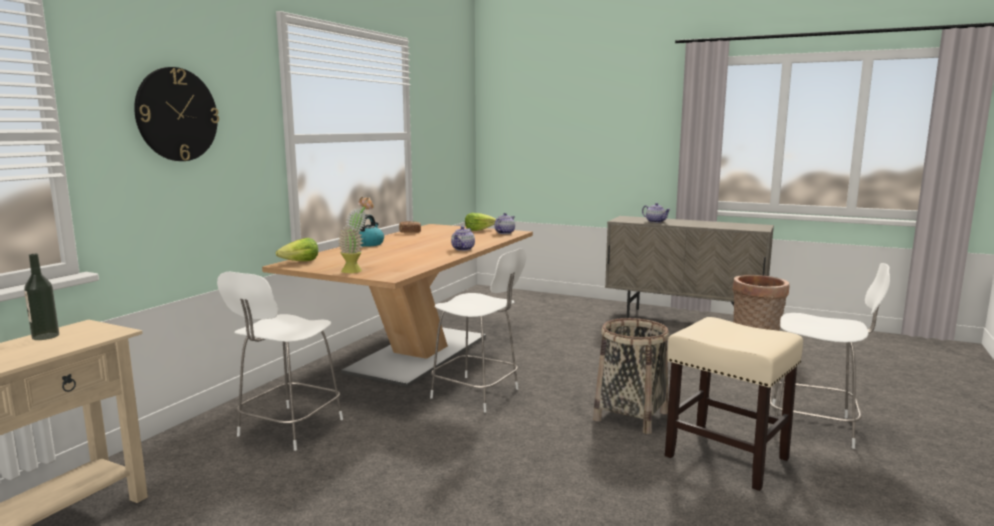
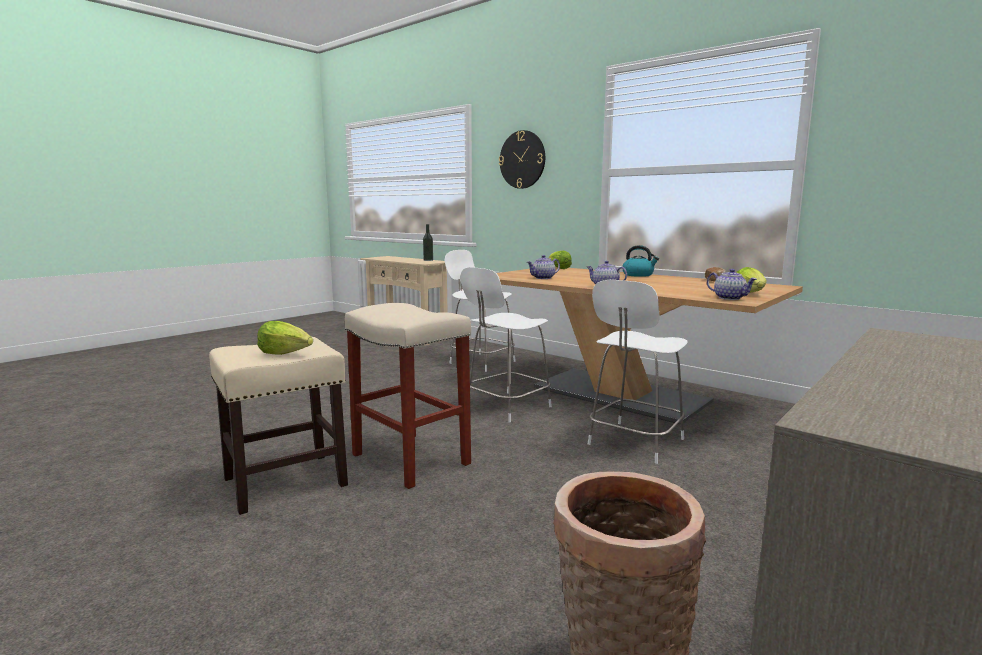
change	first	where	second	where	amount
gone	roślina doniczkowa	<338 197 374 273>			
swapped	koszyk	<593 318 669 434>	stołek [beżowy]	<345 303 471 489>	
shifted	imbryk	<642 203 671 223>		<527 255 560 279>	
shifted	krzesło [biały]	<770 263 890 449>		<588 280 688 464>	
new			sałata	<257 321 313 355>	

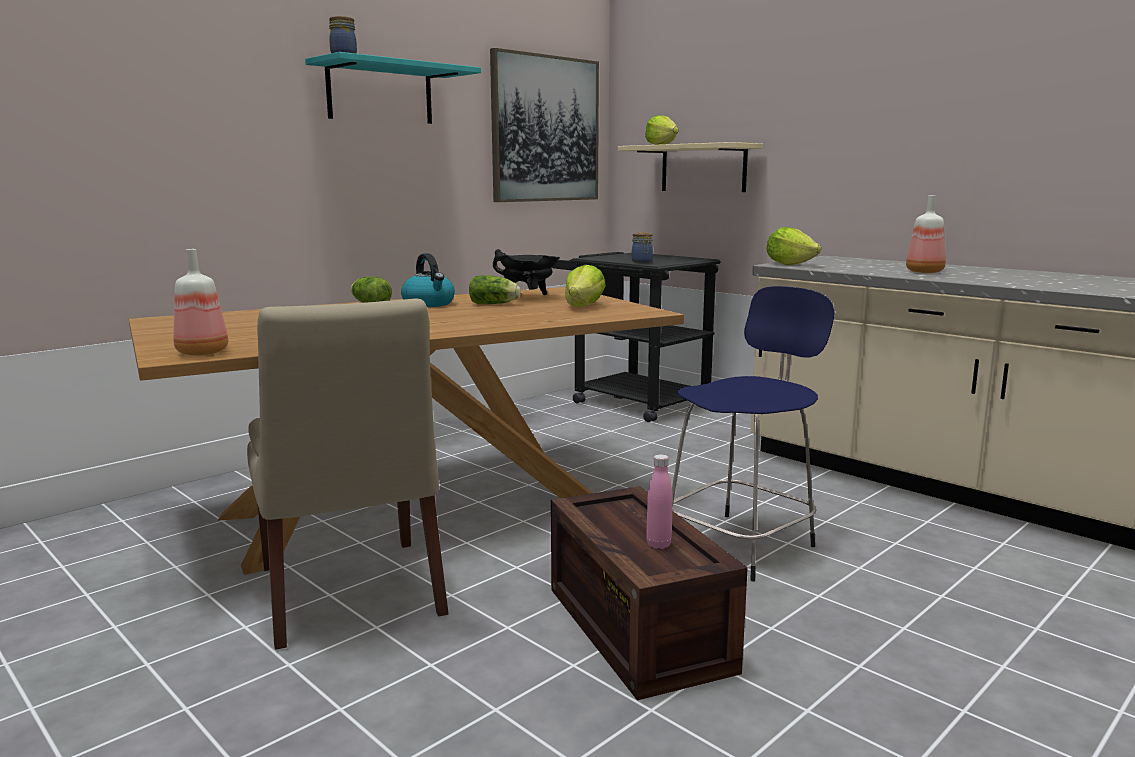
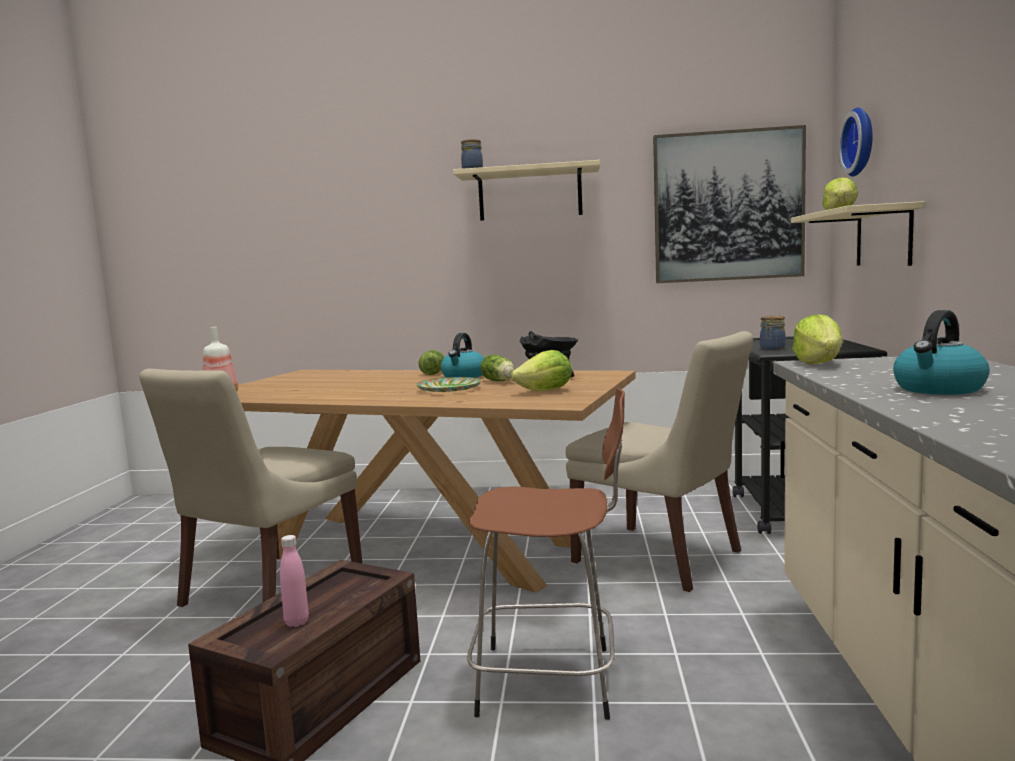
change	first	where	second	where	amount
repainted	półka [turkusowy]	<305 52 481 124>	półka [beżowy]	<453 160 600 221>	
repainted	stołek [niebieski]	<672 286 834 582>	stołek [brązowy]	<467 389 625 720>	
swapped	butelka	<906 195 946 273>	czajnik	<893 310 990 395>	
new			talerz	<416 377 481 392>	
new			krzesło [beżowy]	<566 331 753 592>	
new			zegar ścienny	<838 107 873 177>	

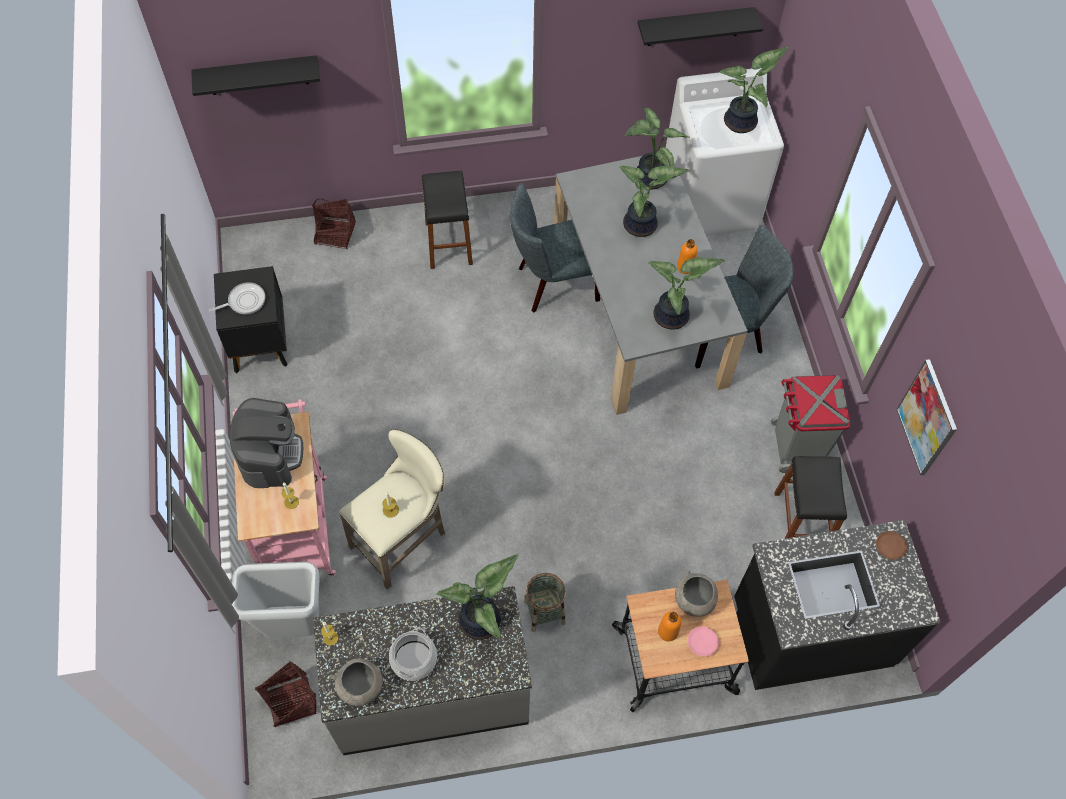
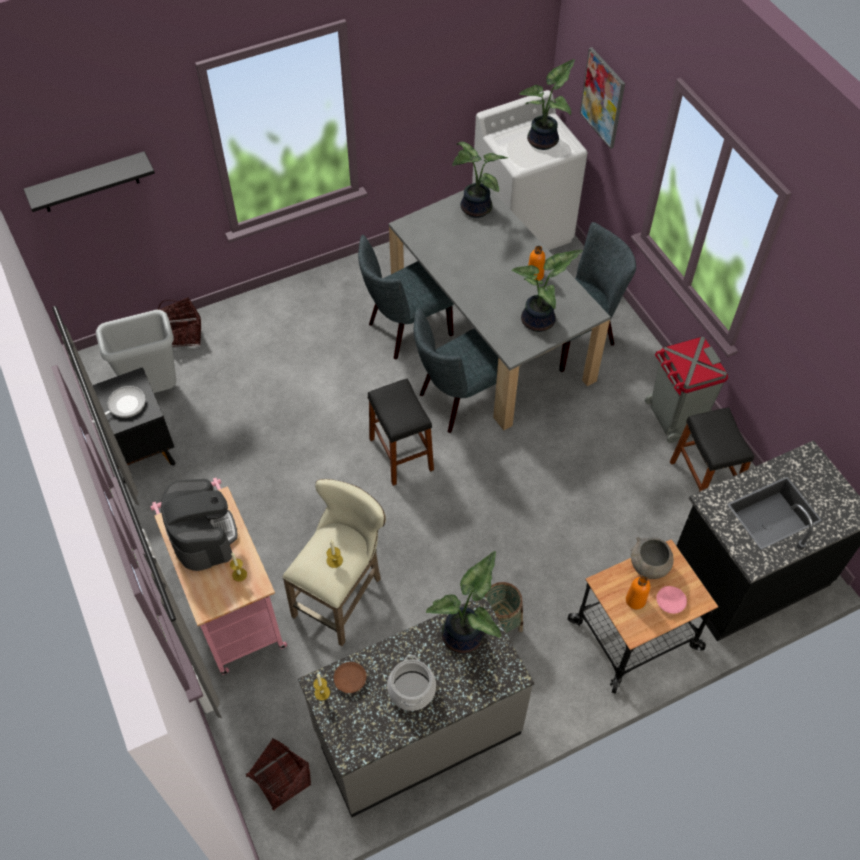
change	first	where	second	where	amount
shifted	kosz na śmieci [szary]	<232 562 320 638>		<96 310 176 393>	
gone	miska [szary]	<331 658 383 706>			
shifted	stołek [czarny]	<422 171 473 269>		<368 378 434 486>	
gone	roślina doniczkowa	<619 166 690 237>			
gone	półka [czarny]	<638 7 763 46>			
shifted	talerz [brązowy]	<876 531 907 560>		<334 662 366 693>	
shifted	obraz	<897 359 957 475>		<580 47 625 149>	
new			krzesło [szary]	<414 307 499 433>	

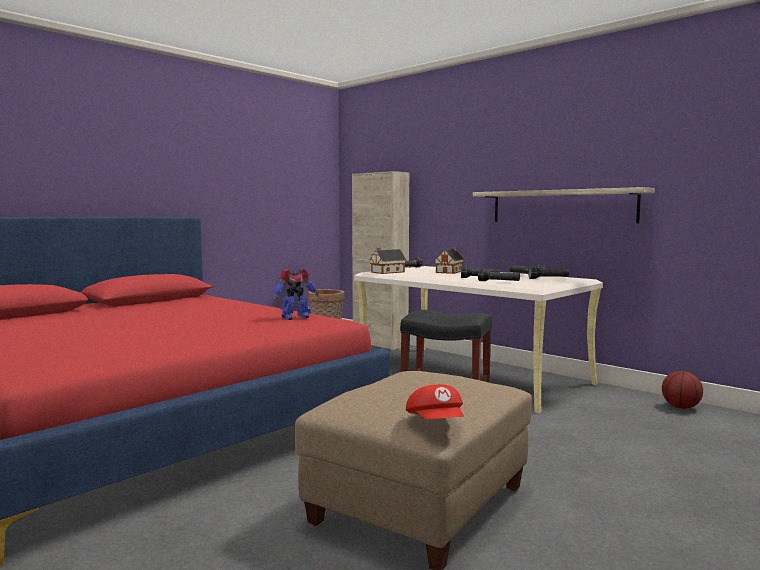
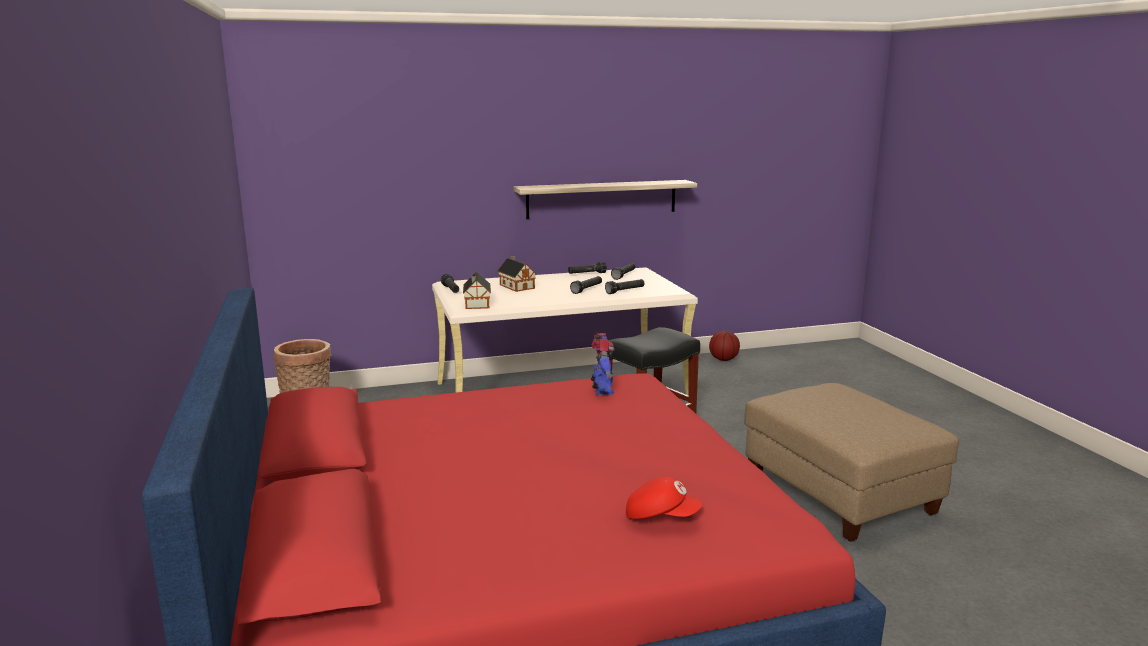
change	first	where	second	where	amount
gone	szafka [beżowy]	<352 171 409 350>			
shifted	czapka z daszkiem [czerwony]	<406 384 464 419>		<626 477 702 519>	

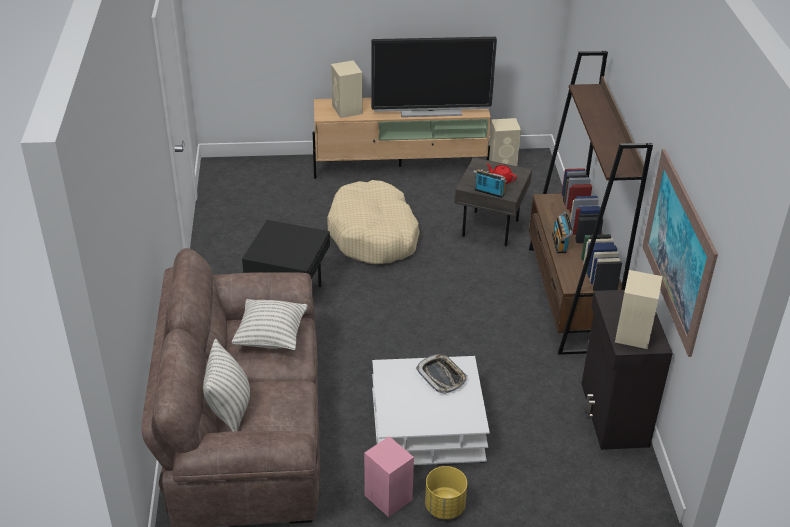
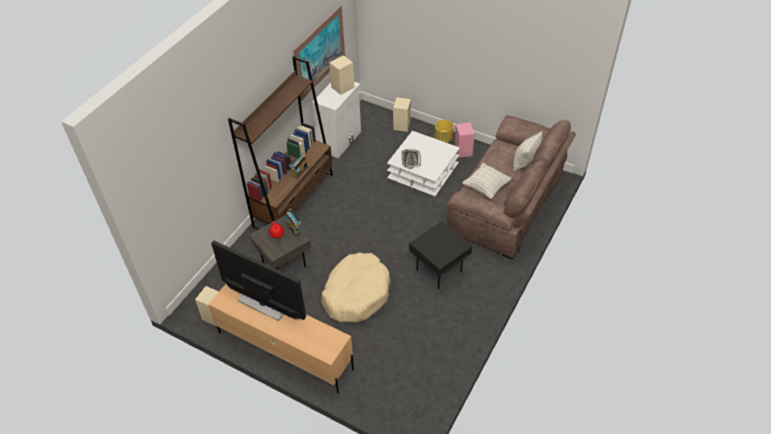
change	first	where	second	where	amount
shifted	głośnik [beżowy]	<331 60 363 118>		<393 97 411 132>	
repainted	szafka [czarny]	<581 290 673 450>	szafka [biały]	<312 81 361 158>	

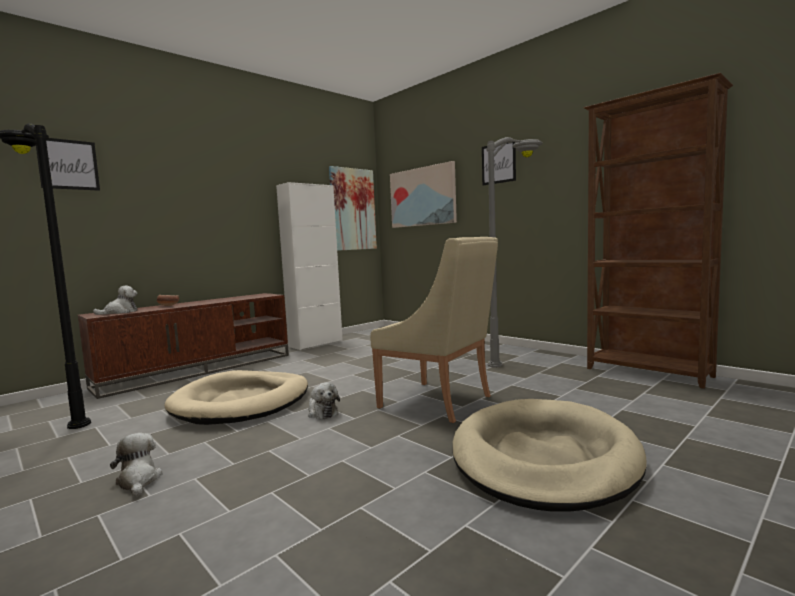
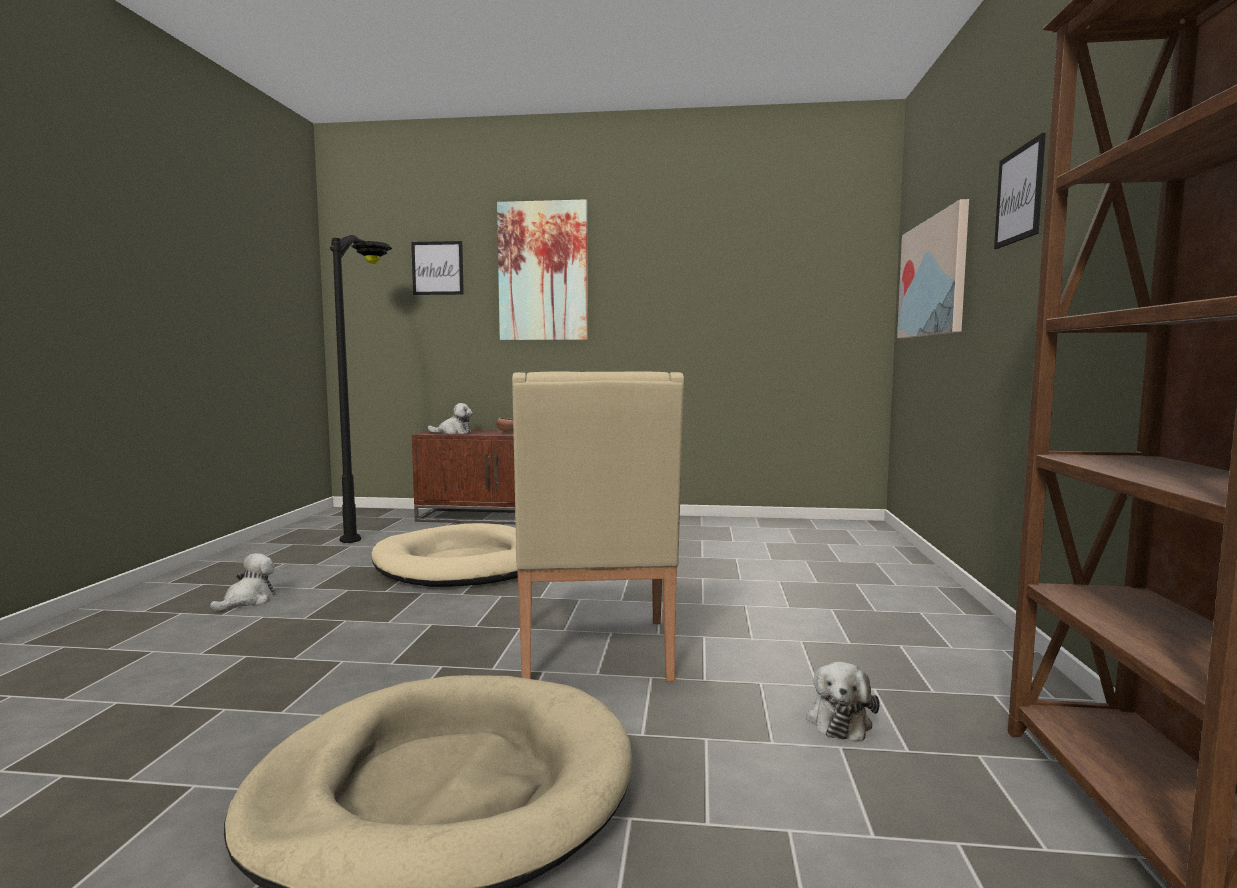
change	first	where	second	where	amount
gone	szafka [biały]	<276 182 343 350>			
shifted	pluszak	<308 382 340 419>		<806 662 880 741>	
shifted	obraz	<329 166 377 251>		<497 199 588 340>	
gone	lampa stojąca [szary]	<486 137 543 368>			

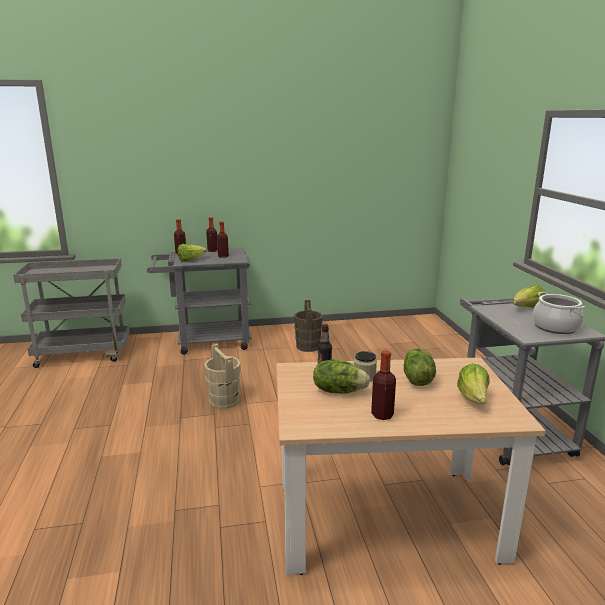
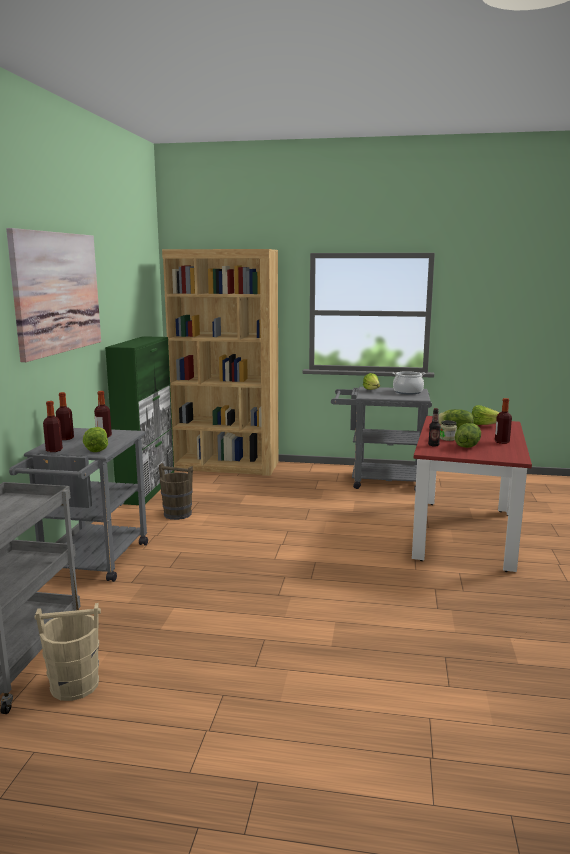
change	first	where	second	where	amount
shifted	wiadro [beżowy]	<204 344 241 409>		<35 603 101 701>	
repainted	stół jadalny [beżowy]	<277 357 546 575>	stół jadalny [czerwony]	<412 416 532 572>	
new			obraz	<6 228 101 362>	
new			szafka [zielony]	<105 336 174 505>	
new			regał [brązowy]	<162 249 278 476>	

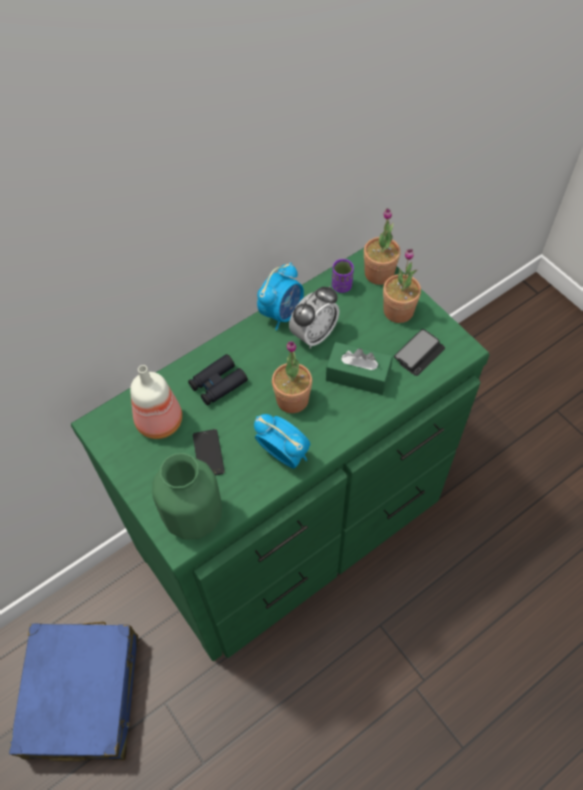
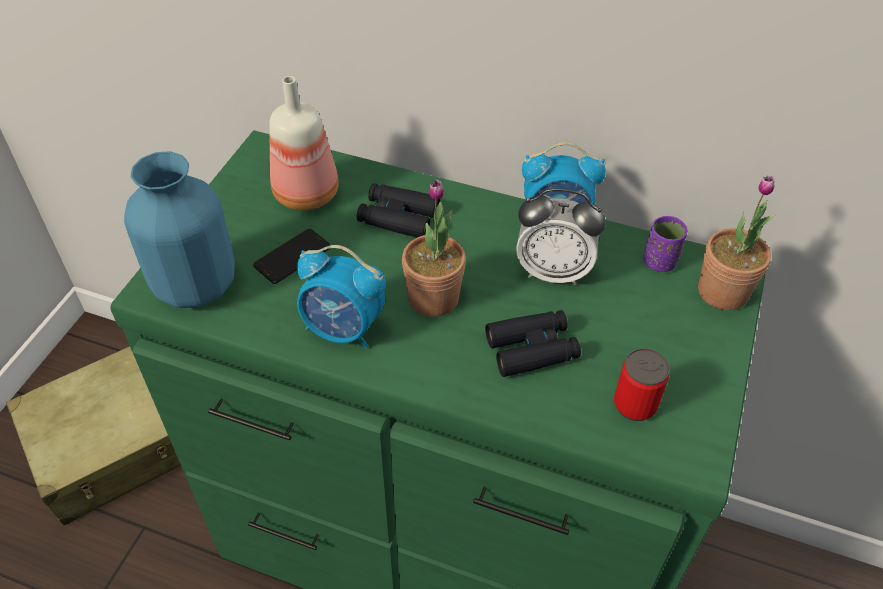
change	first	where	second	where	amount
repainted	walizka [niebieski]	<9 622 138 761>	walizka [beżowy]	<6 346 181 525>	
repainted	wazon [zielony]	<152 453 222 539>	wazon [niebieski]	<124 151 235 308>	
rotated	budzik	<254 414 311 469>		<297 245 386 349>	105 degrees clockwise
swapped	pudełko chusteczek [zielony]	<326 342 393 395>	lornetka [czarny]	<485 310 581 377>	
gone	roślina doniczkowa	<383 249 421 323>			
swapped	telefon	<394 329 445 376>	puszka	<614 348 670 421>	

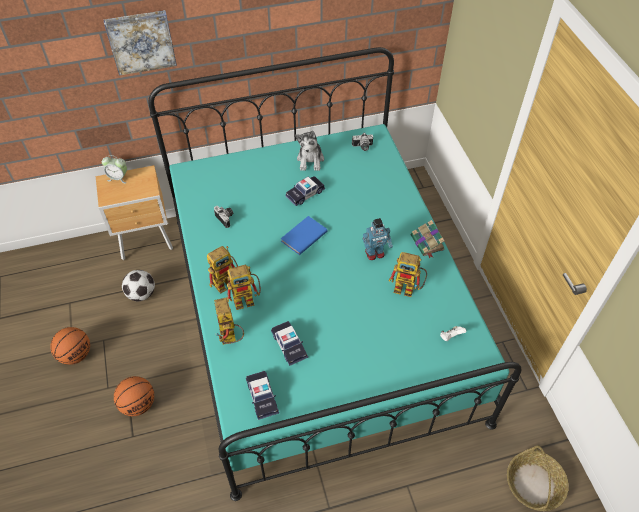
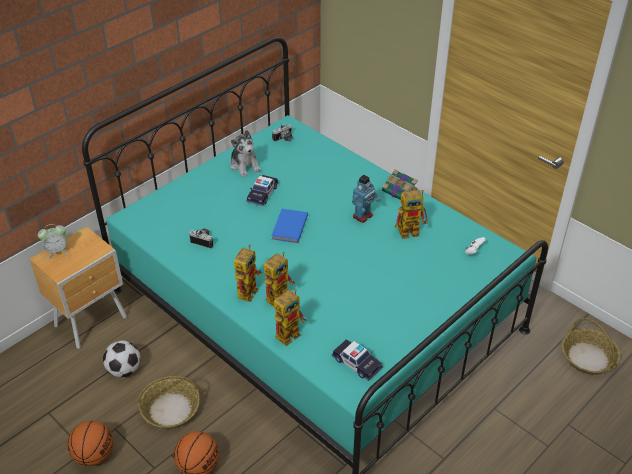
change	first	where	second	where	amount
gone	obraz	<104 10 177 76>			
rotated	robot zabawkowy	<214 297 244 345>		<274 288 307 346>	90 degrees counterclockwise
gone	samochodzik	<271 321 308 366>			
new			koszyk	<138 376 200 429>	

